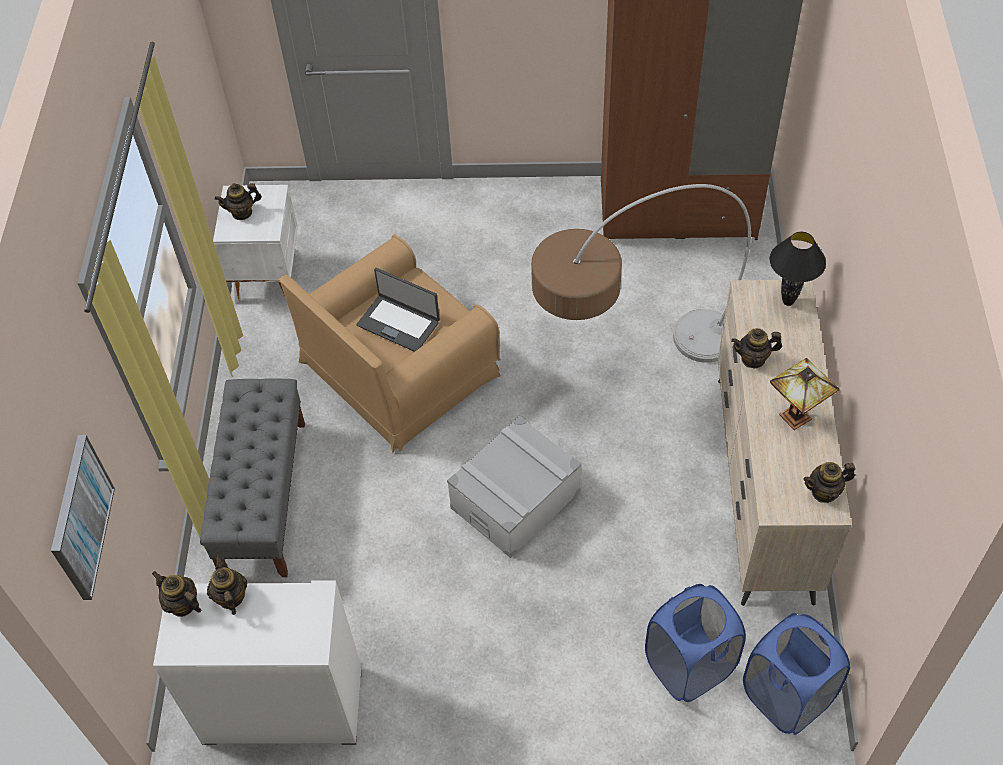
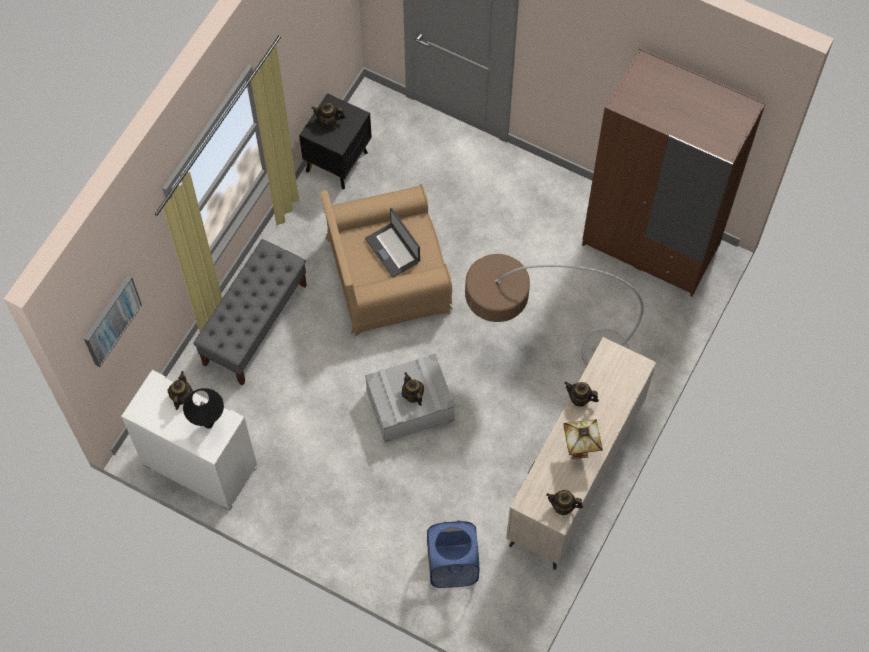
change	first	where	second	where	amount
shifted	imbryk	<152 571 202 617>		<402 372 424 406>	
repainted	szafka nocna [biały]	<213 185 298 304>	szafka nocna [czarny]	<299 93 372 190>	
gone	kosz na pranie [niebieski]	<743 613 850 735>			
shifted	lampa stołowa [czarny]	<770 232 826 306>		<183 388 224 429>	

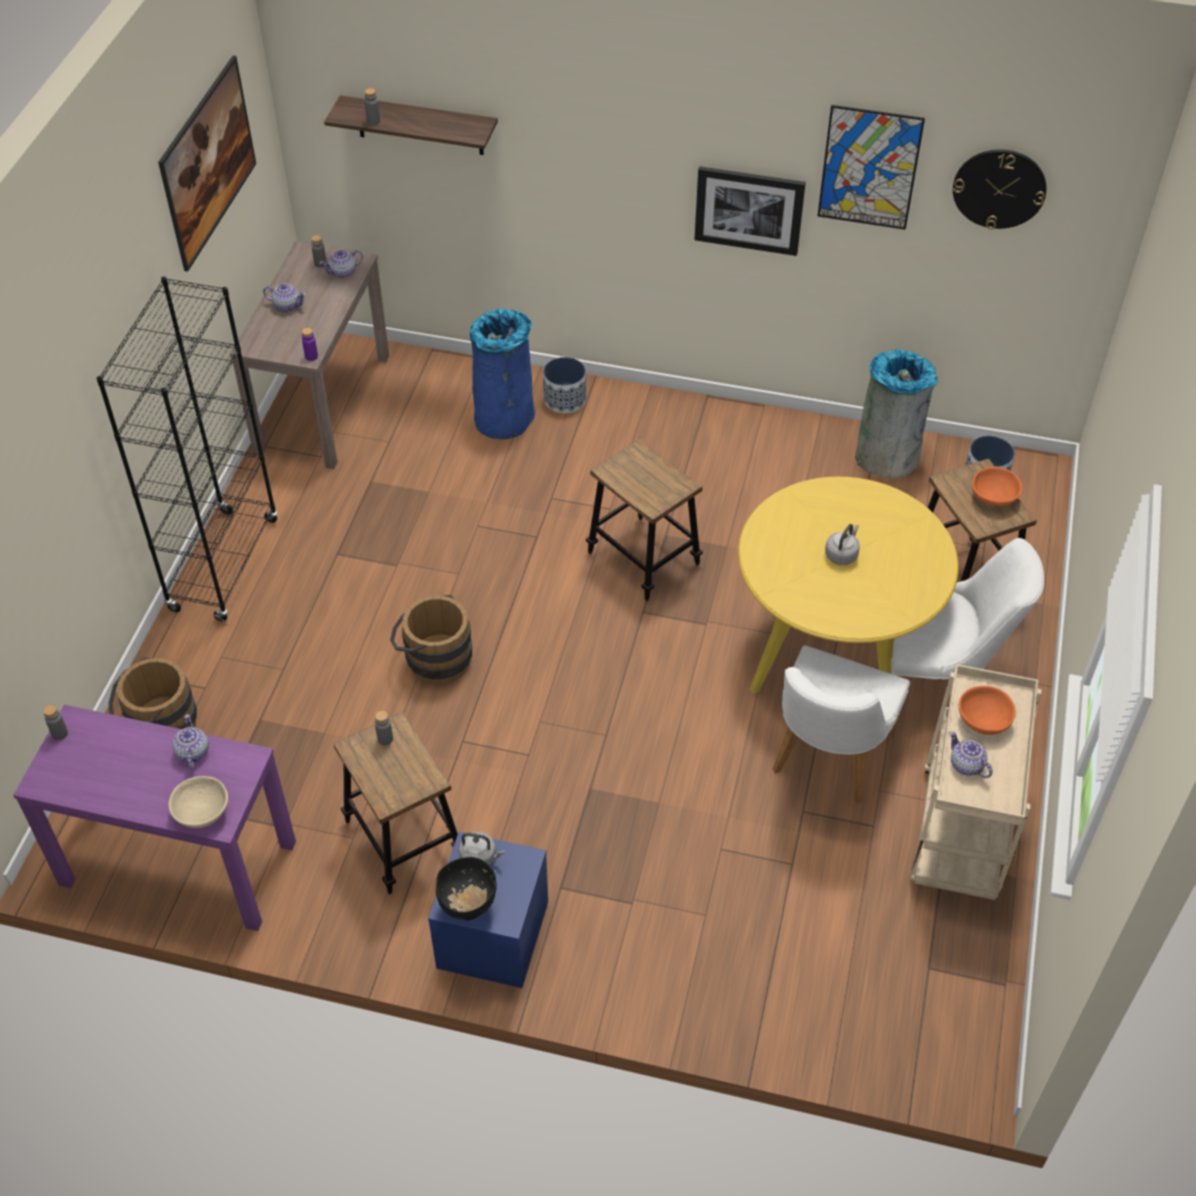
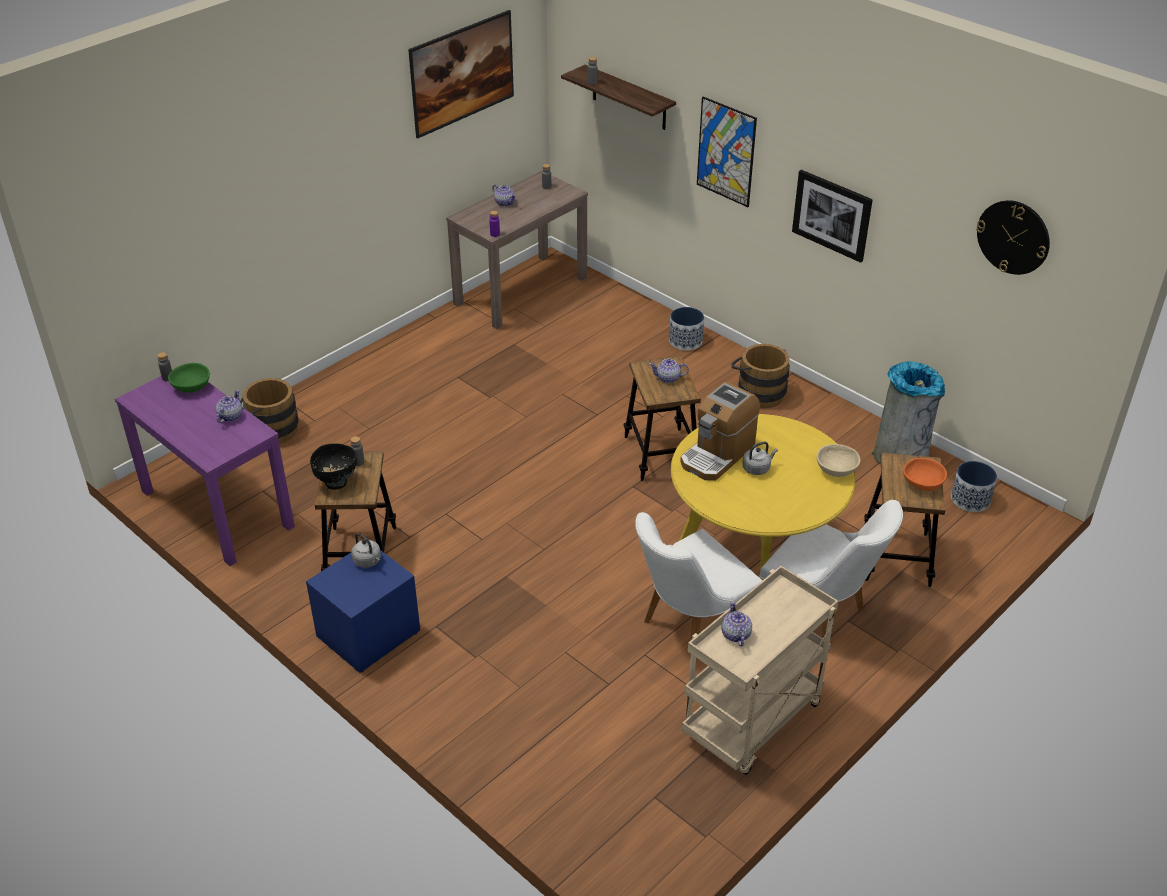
change	first	where	second	where	amount
gone	regał [czarny]	<96 277 278 621>			
shifted	miska [beżowy]	<168 776 228 828>		<816 444 860 477>	
shifted	imbryk	<320 250 363 278>		<649 359 689 383>	
shifted	wiadro [brązowy]	<390 595 472 685>		<732 344 790 409>	
shifted	miska [czarny]	<436 857 497 920>		<310 443 357 490>	
gone	kosz na śmieci [niebieski]	<470 309 535 440>			
shifted	obraz	<817 105 925 230>		<697 97 757 207>	
gone	miska [pomarańczowy]	<959 686 1016 735>			
new			miska [zielony]	<168 363 210 392>	
new			ekspres do kawy	<680 382 760 481>	

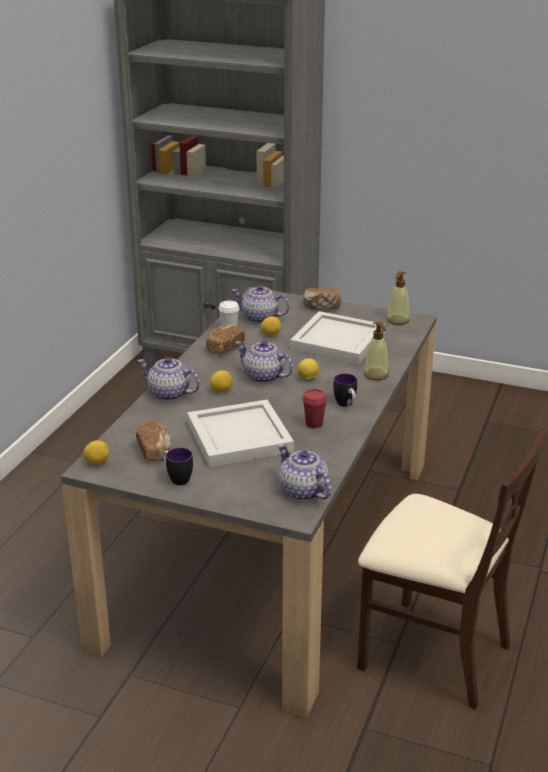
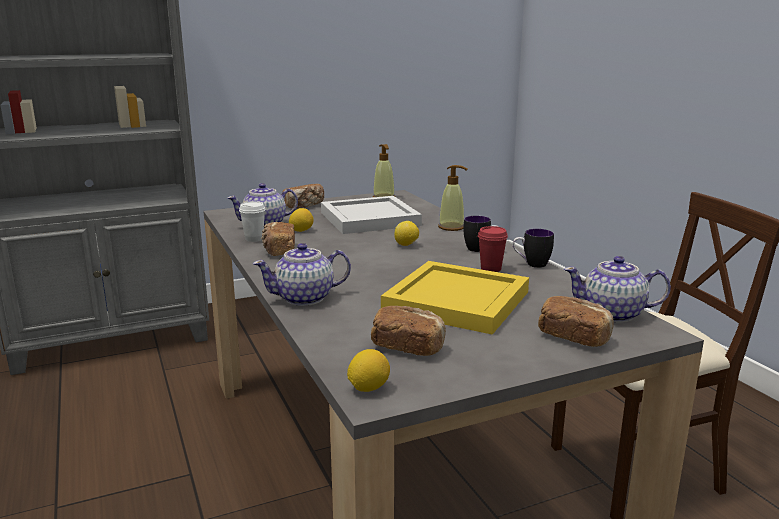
change	first	where	second	where	amount
shifted	kubek	<163 448 193 485>		<512 229 554 268>	
repainted	taca [biały]	<187 400 294 467>	taca [żółty]	<381 261 529 335>	
gone	cytryna	<210 370 233 392>			
gone	imbryk	<235 341 293 383>			
new			chleb	<538 296 614 347>	

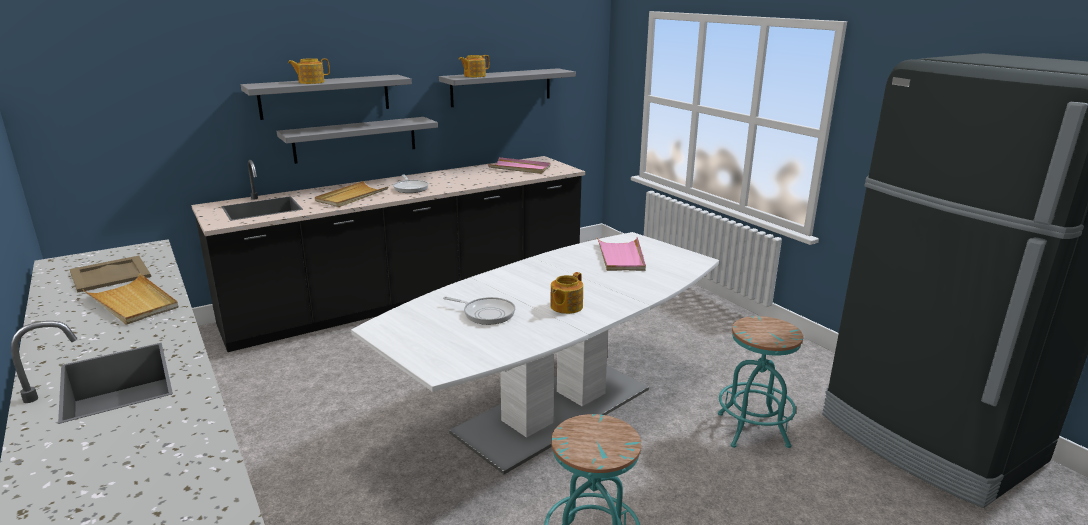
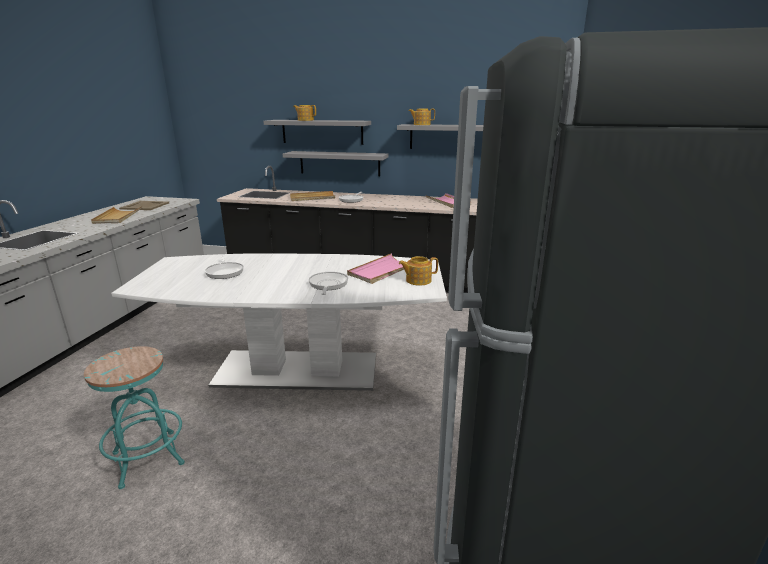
change	first	where	second	where	amount
shifted	imbryk	<550 272 583 314>		<399 256 438 286>	
gone	stołek [turkusowy]	<718 316 803 448>			
new			patelnia	<309 272 348 295>	

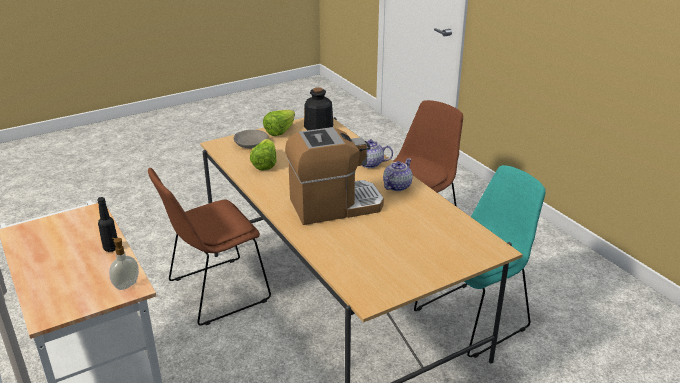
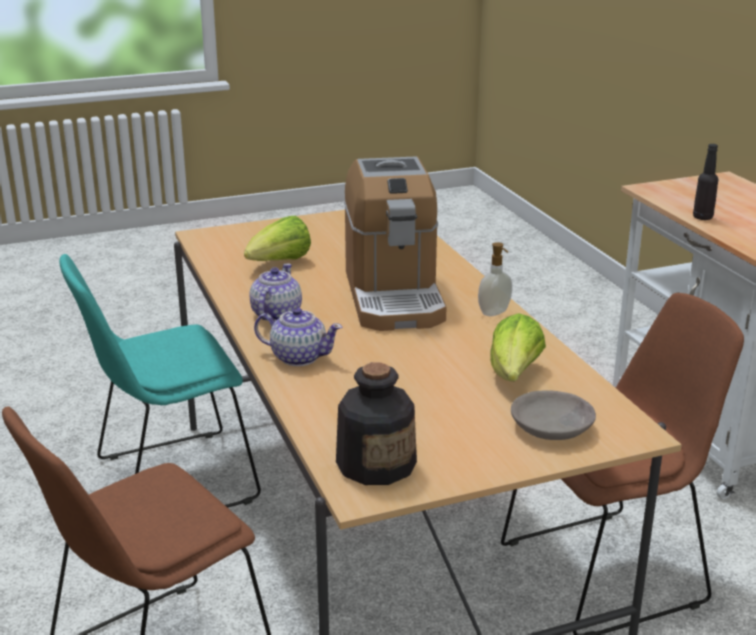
change	first	where	second	where	amount
shifted	dozownik mydła	<109 238 139 290>		<478 242 512 316>	
shifted	sałata	<263 110 295 136>		<244 216 311 261>	
rotated	ekspres do kawy	<285 127 384 225>		<344 156 447 331>	90 degrees counterclockwise
rotated	imbryk	<383 158 413 191>		<249 263 302 321>	150 degrees clockwise

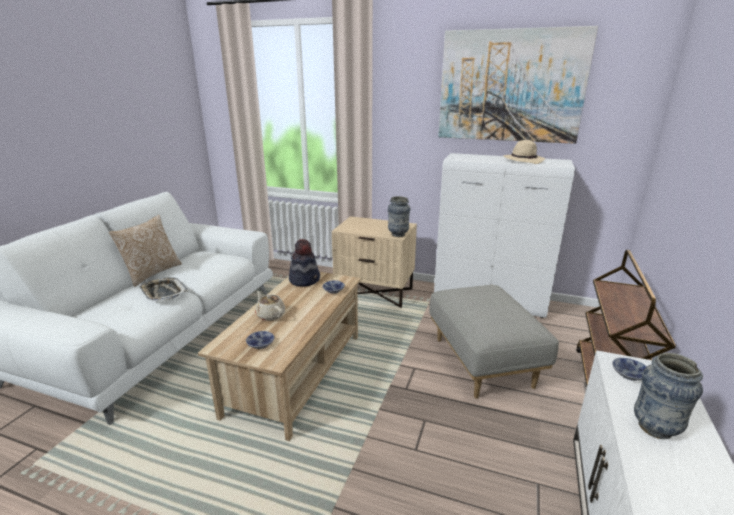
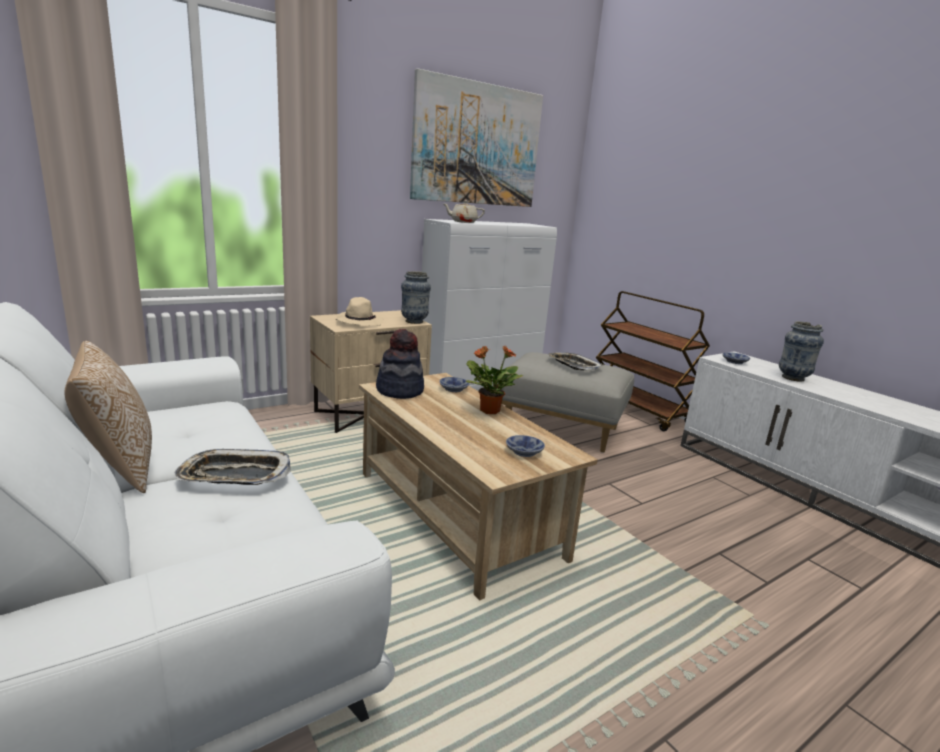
change	first	where	second	where	amount
shifted	imbryk [beżowy]	<255 291 285 321>		<442 201 485 223>	
shifted	kapelusz [beżowy]	<503 140 545 164>		<335 297 383 326>	
new			roślina doniczkowa	<466 345 523 414>	
new			taca	<547 352 603 371>	

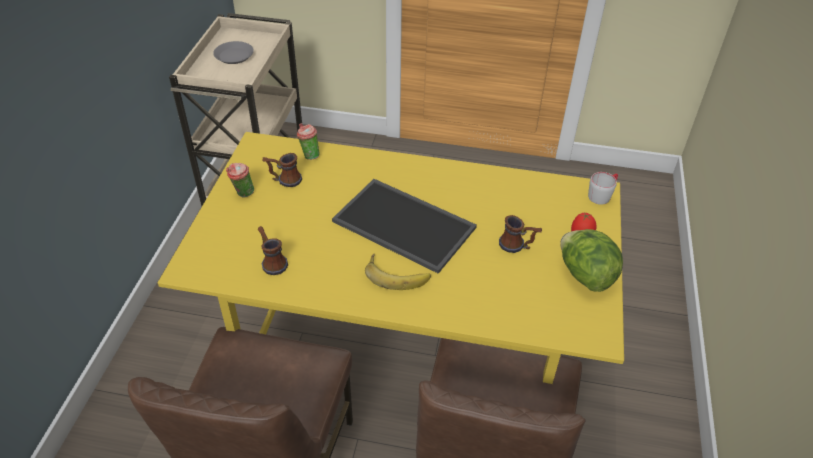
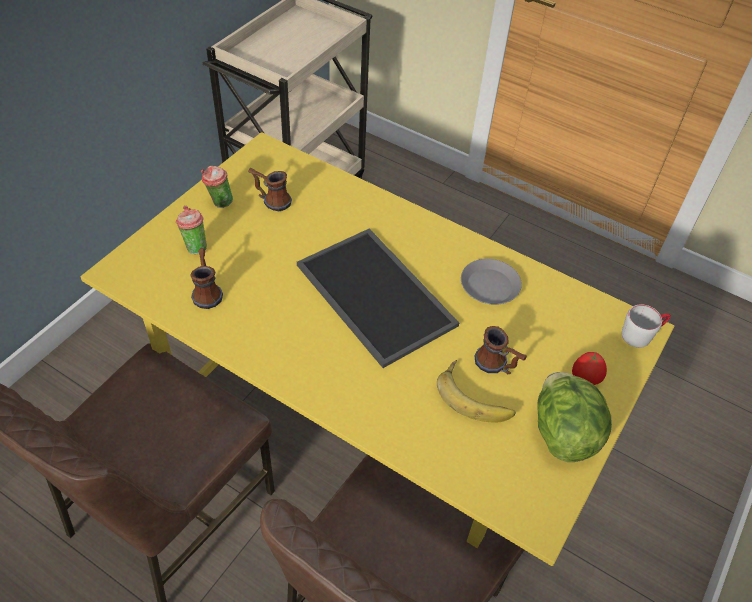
change	first	where	second	where	amount
shifted	talerz [szary]	<213 41 254 64>		<461 259 522 305>	
shifted	filiżanka	<297 123 319 160>		<176 206 207 254>	
shifted	banan	<365 254 431 290>		<437 360 516 422>	

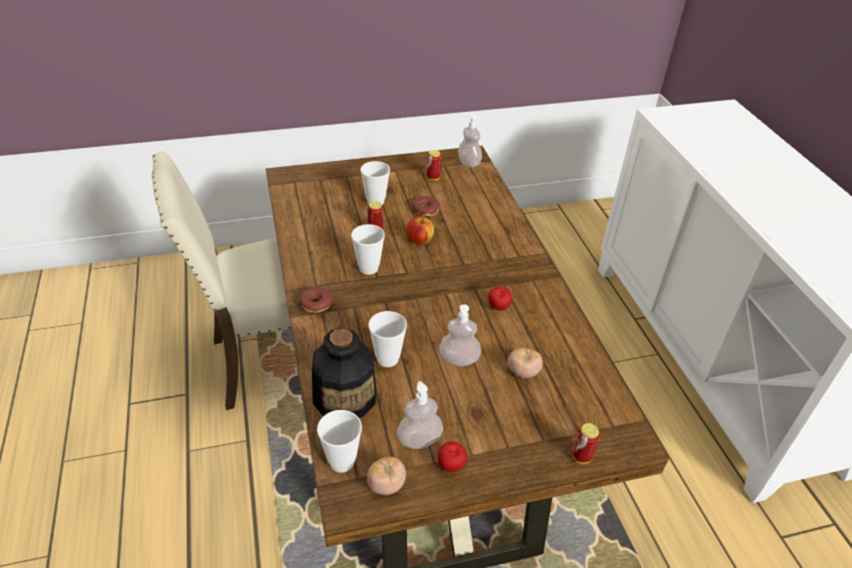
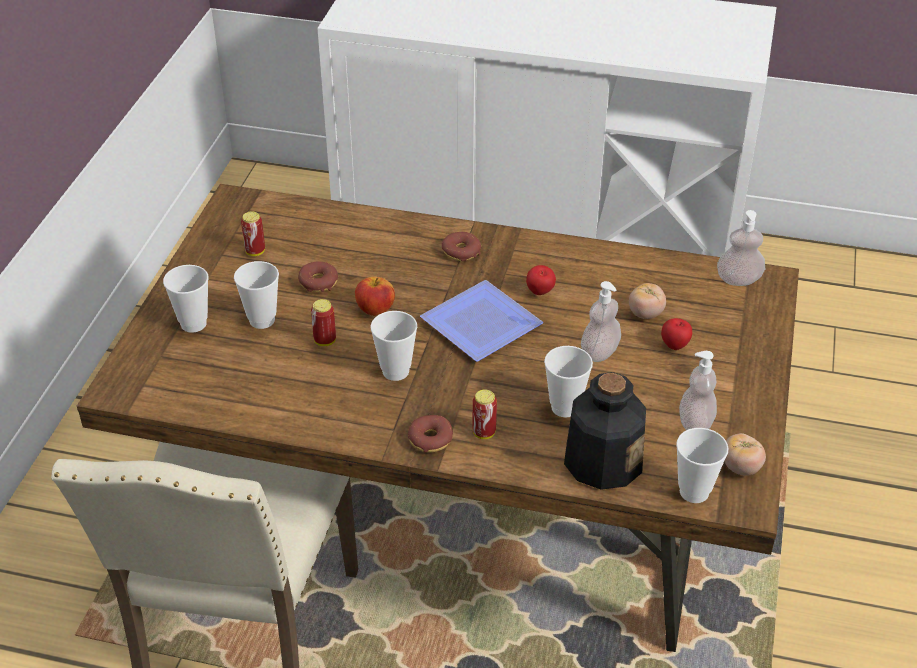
change	first	where	second	where	amount
shifted	jabłko	<438 442 467 472>		<661 318 692 350>	
shifted	dozownik mydła	<458 115 482 168>		<717 210 765 286>	
shifted	puszka	<572 423 600 464>		<473 389 497 439>	
new			filiżanka	<163 265 209 333>	
new			talerz	<420 280 543 362>	
new			donut	<442 232 481 261>	

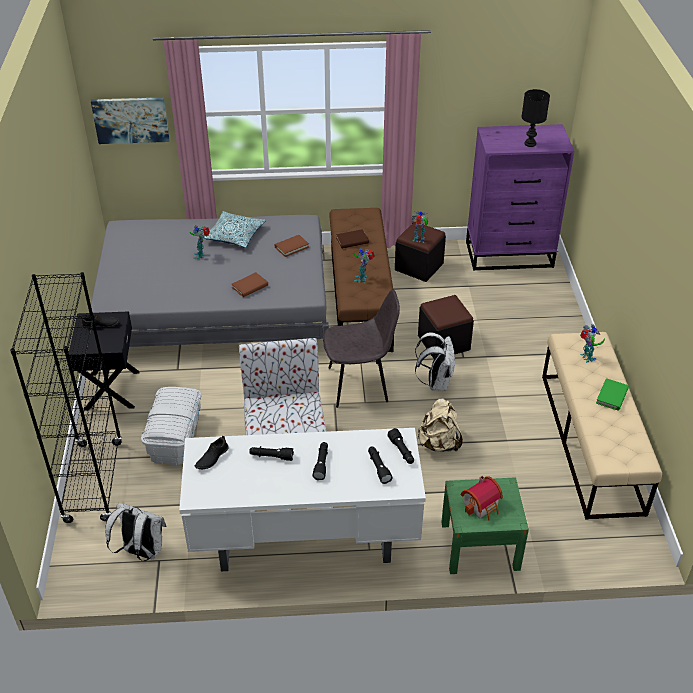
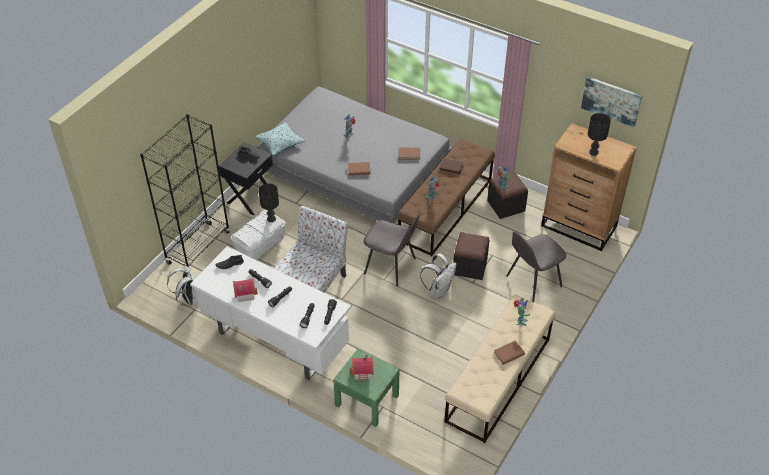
change	first	where	second	where	amount
shifted	obraz	<91 97 170 144>		<581 77 642 127>	
shifted	poduszka	<204 211 266 248>		<256 122 305 156>	
gone	plecak [beżowy]	<417 398 463 452>			
repainted	komoda [fioletowy]	<466 124 575 271>	komoda [brązowy]	<541 123 636 251>	
repainted	książka [zielony]	<596 378 629 411>	książka [brązowy]	<494 341 525 365>	
new			domek	<233 278 258 302>	
new			lampa stołowa [czarny]	<259 184 279 222>	
new			krzesło [szary]	<506 231 566 302>	

